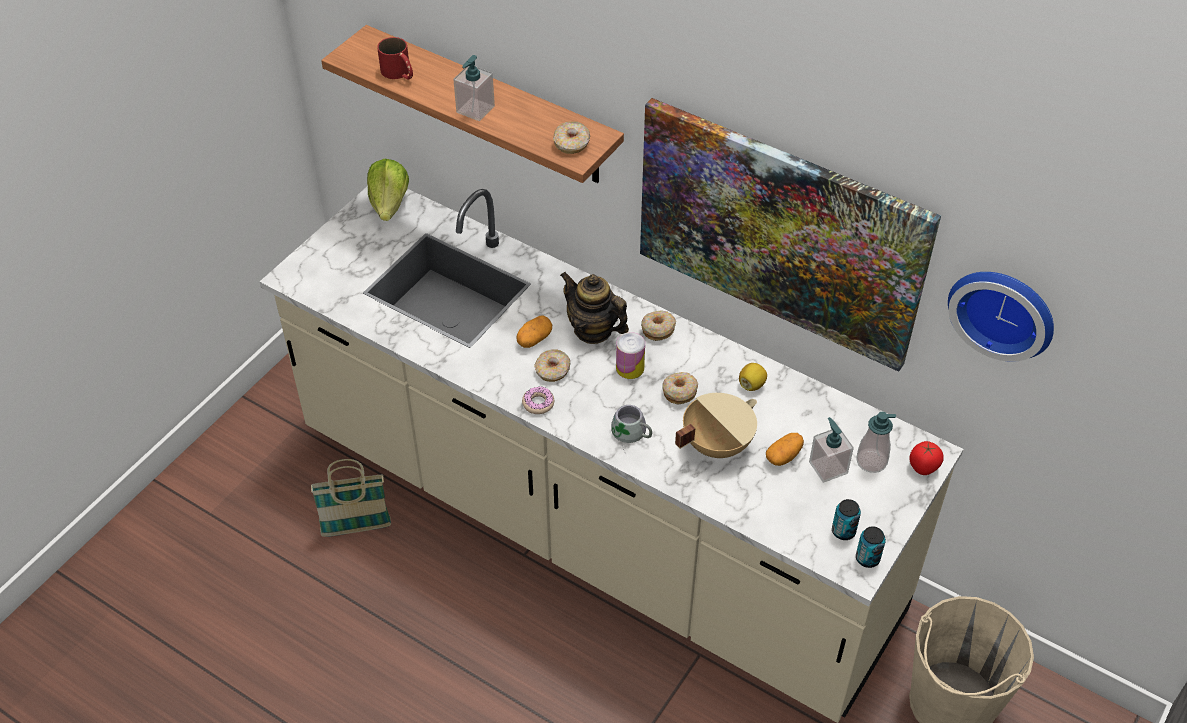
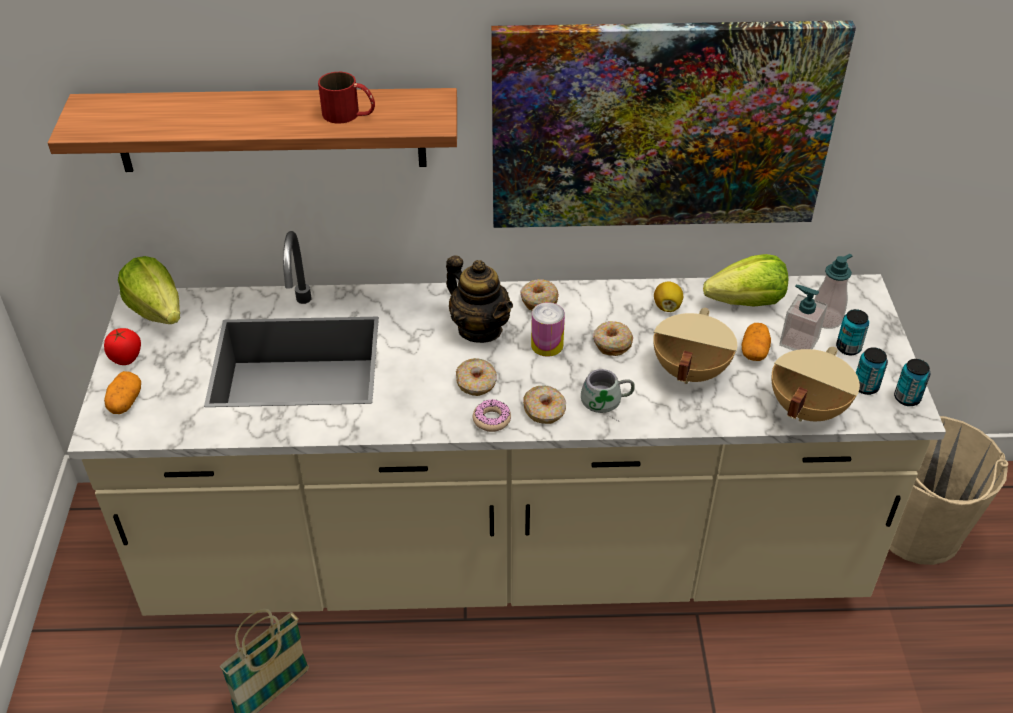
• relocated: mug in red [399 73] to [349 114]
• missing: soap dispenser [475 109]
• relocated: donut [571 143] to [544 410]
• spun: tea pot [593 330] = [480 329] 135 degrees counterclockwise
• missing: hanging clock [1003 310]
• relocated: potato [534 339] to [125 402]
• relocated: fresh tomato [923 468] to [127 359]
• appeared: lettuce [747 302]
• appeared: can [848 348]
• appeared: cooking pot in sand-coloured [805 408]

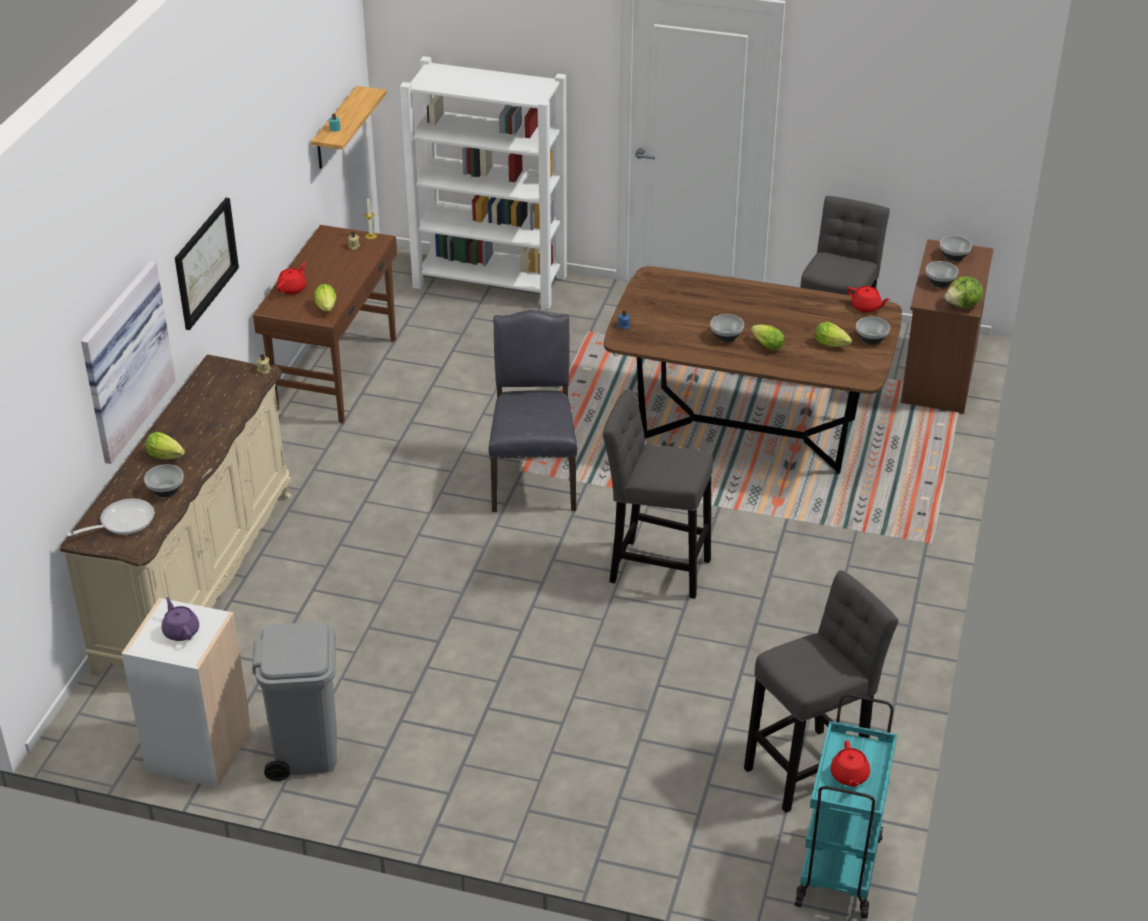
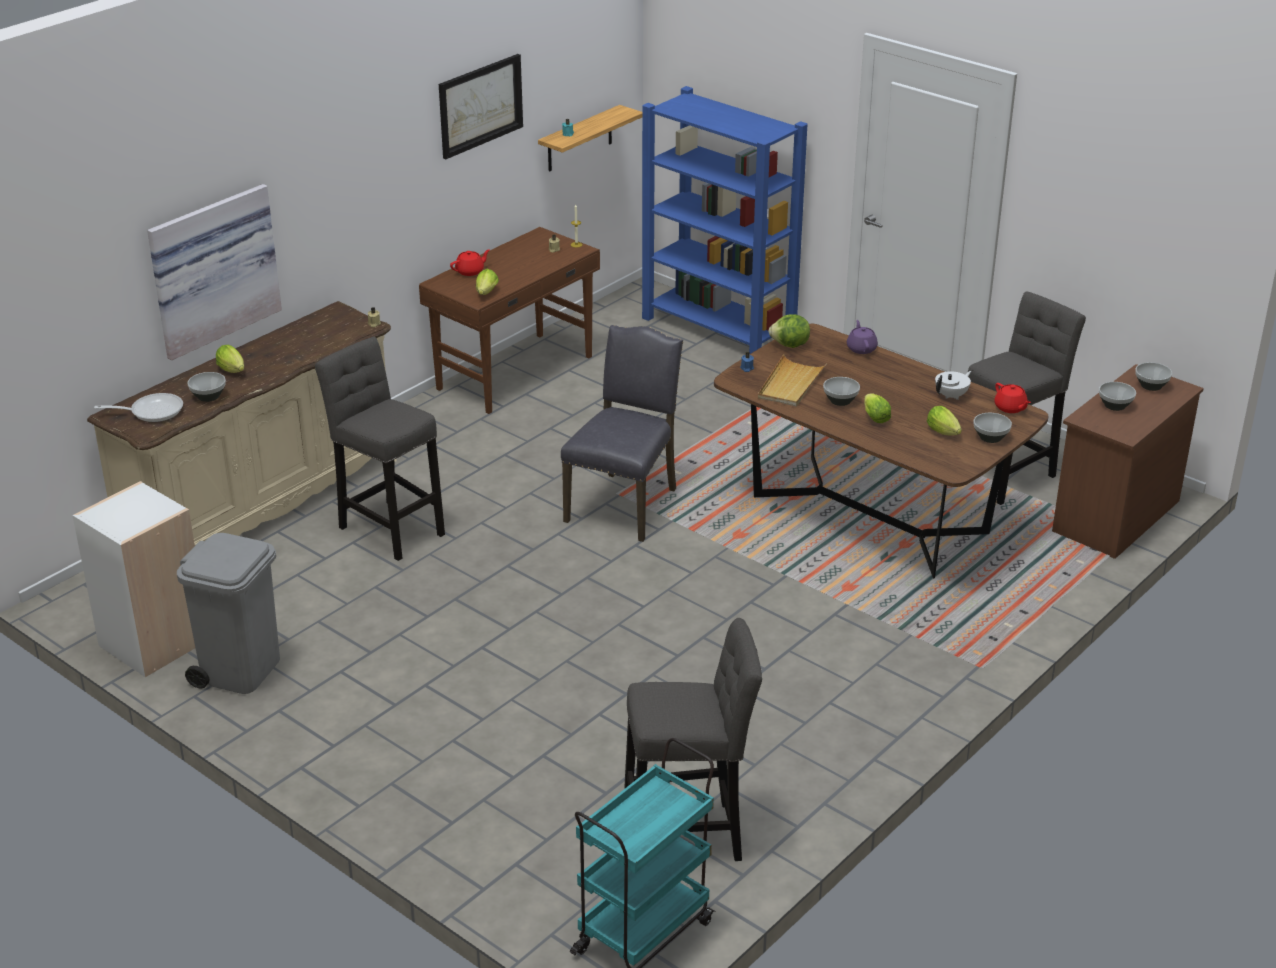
• colour: bookcase in white [490 281] to bookcase in blue [718 329]
• relocated: picture [205 262] to [480 105]
• relocated: lettuce [963 305] to [790 345]
• relocated: sitting stool in greyish [654 568] to [389 528]
• relocated: tea pot in purple [181 631] to [861 348]
• missing: tea pot in red [849 776]
• appeared: tray in sand-coloured [790 384]
• appeared: tea pot in white [951 396]

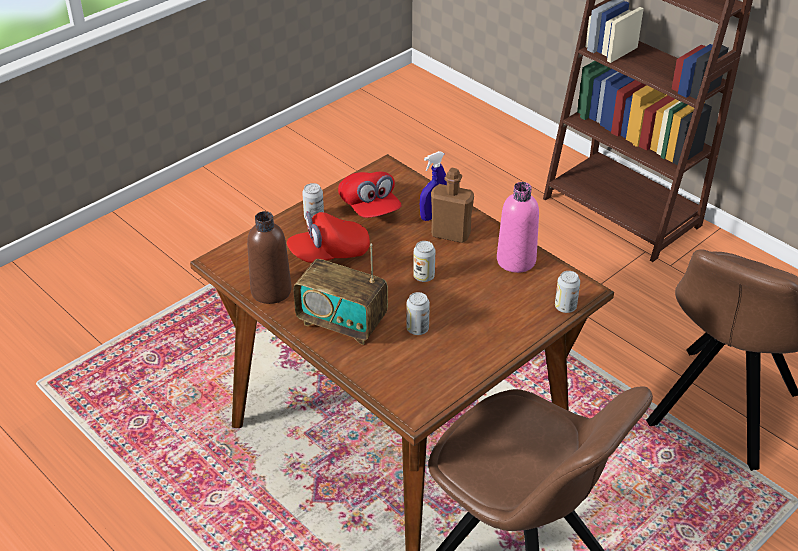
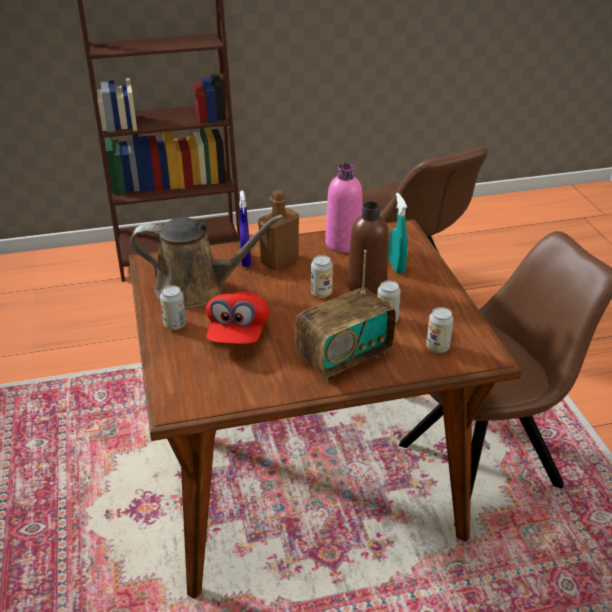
• exchanged: cap in red [369 208] to watering can in brownish [197 288]
• relocated: drink bottle in brownish [271 291] to [366 286]
• relocated: can [565 307] to [437 347]
• appeared: sprayer in turquoise [396 266]

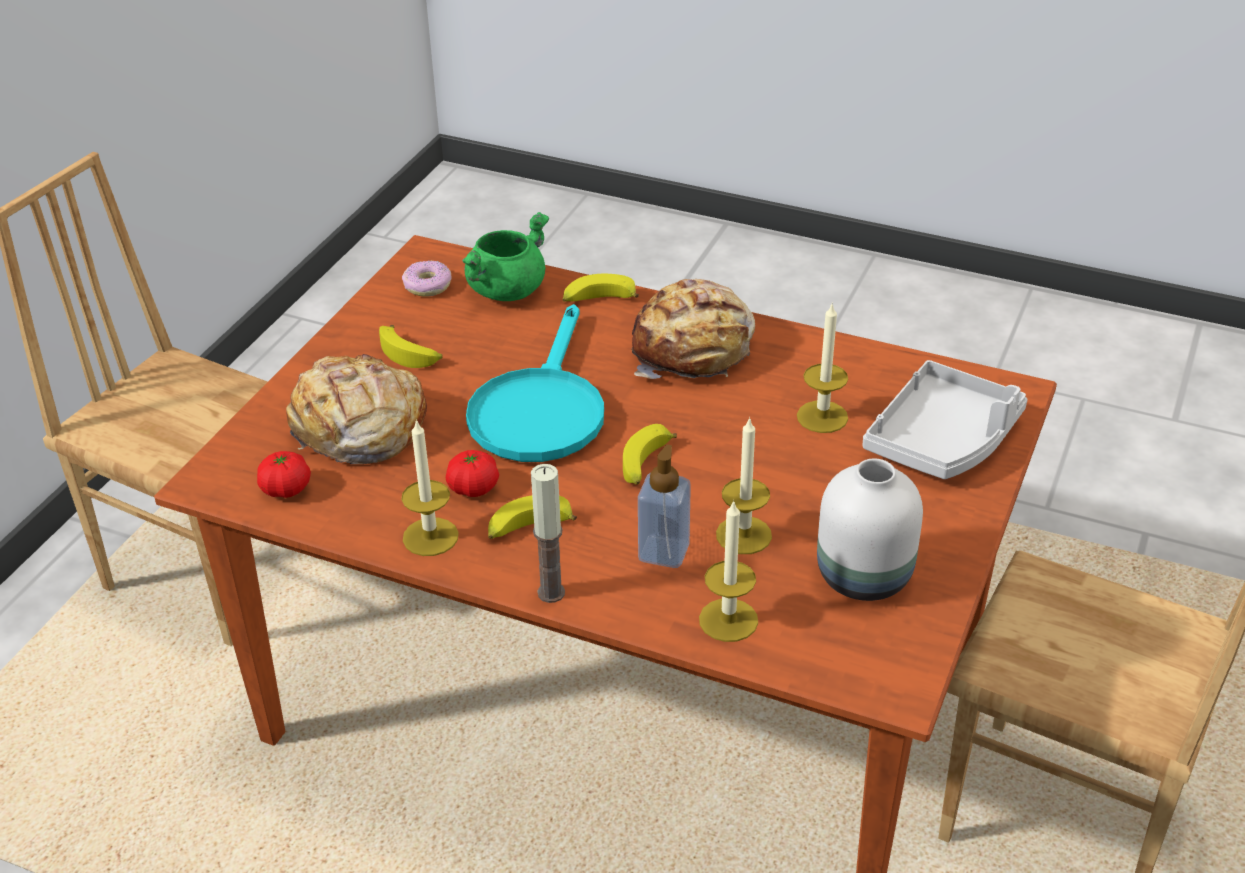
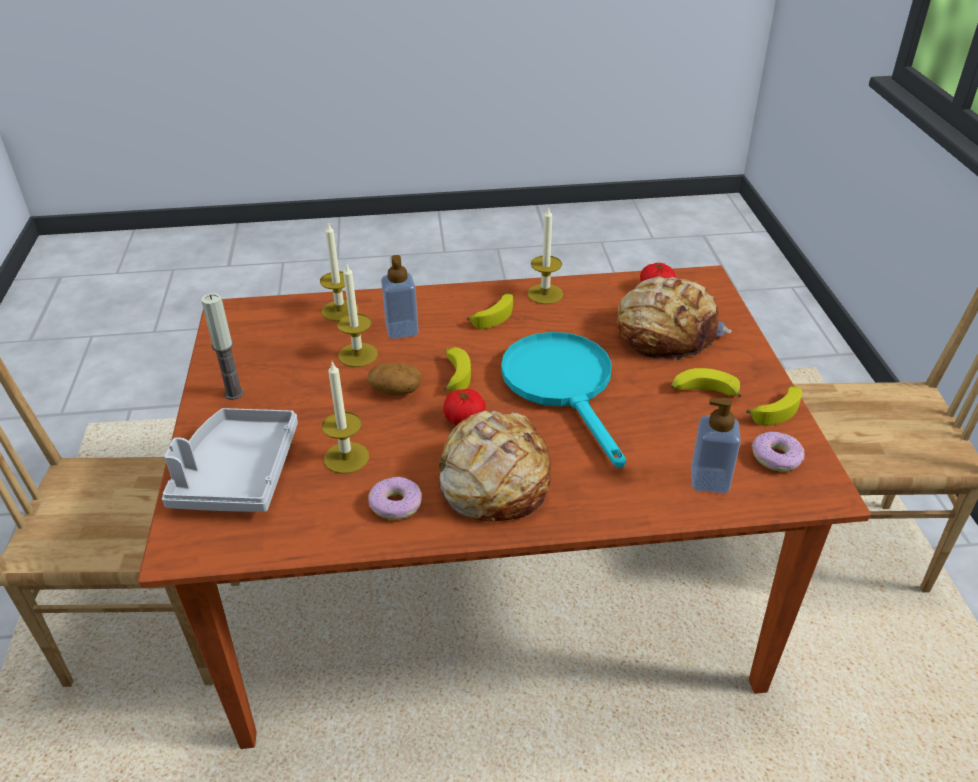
• exchanged: cooking pot in green-coloured [506 289] to soap dispenser [709 480]
• relocated: whole banana [598 300] to [776 410]
• relocated: fresh tomato [473 488] to [464 419]
• missing: vase in white [863 574]
• relocated: wax candle [551 592] to [234 393]
• appeared: potato [395 390]
• appeared: donut [396 504]

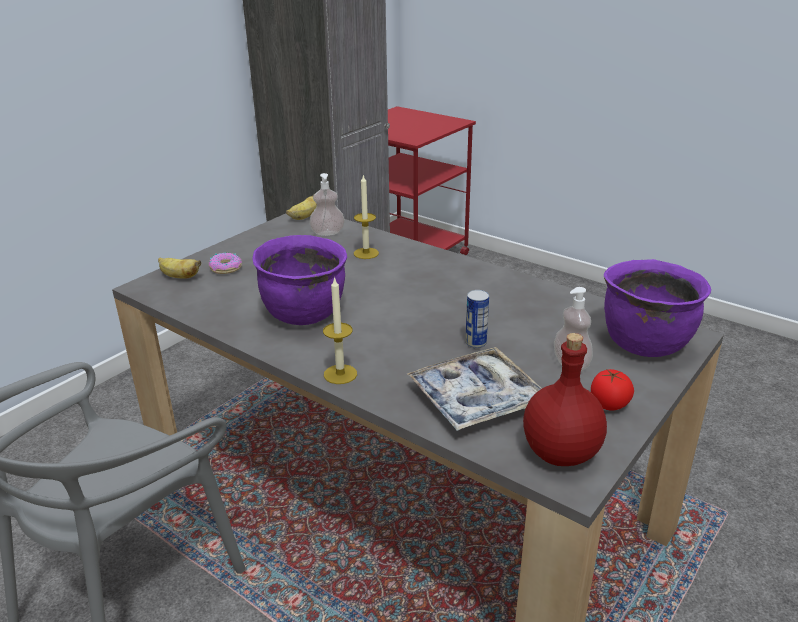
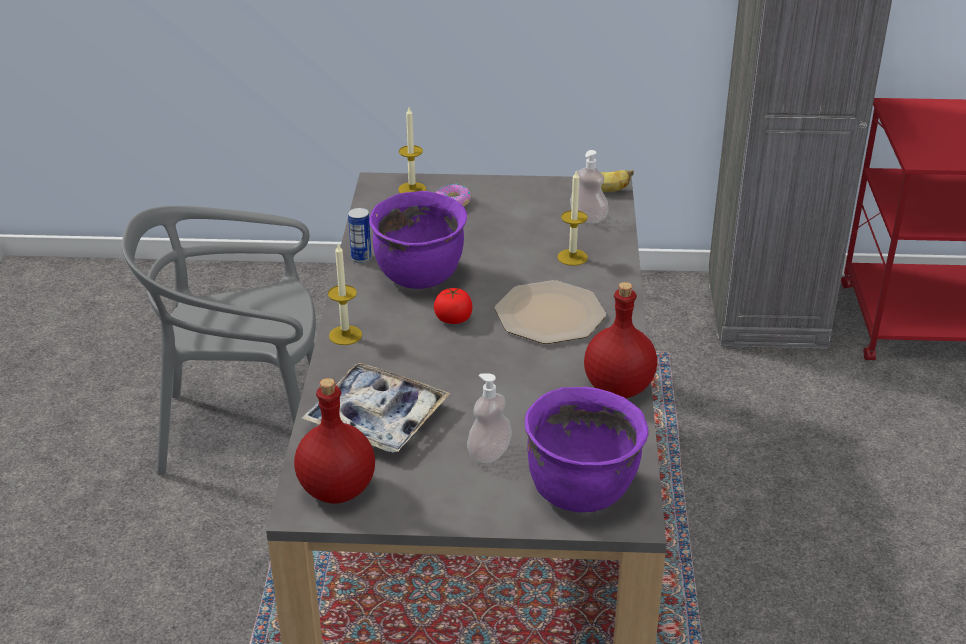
• exchanged: whole banana [179 277] to wax candle [412 189]
• relocated: can [475 343] to [361 258]
• relocated: fresh tomato [609 404] to [453 319]
• appeared: flat dish [550 314]
• appeared: drink bottle in red [618 387]

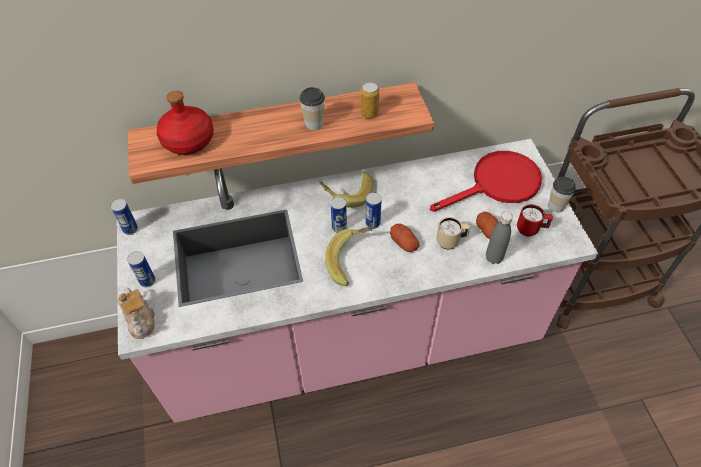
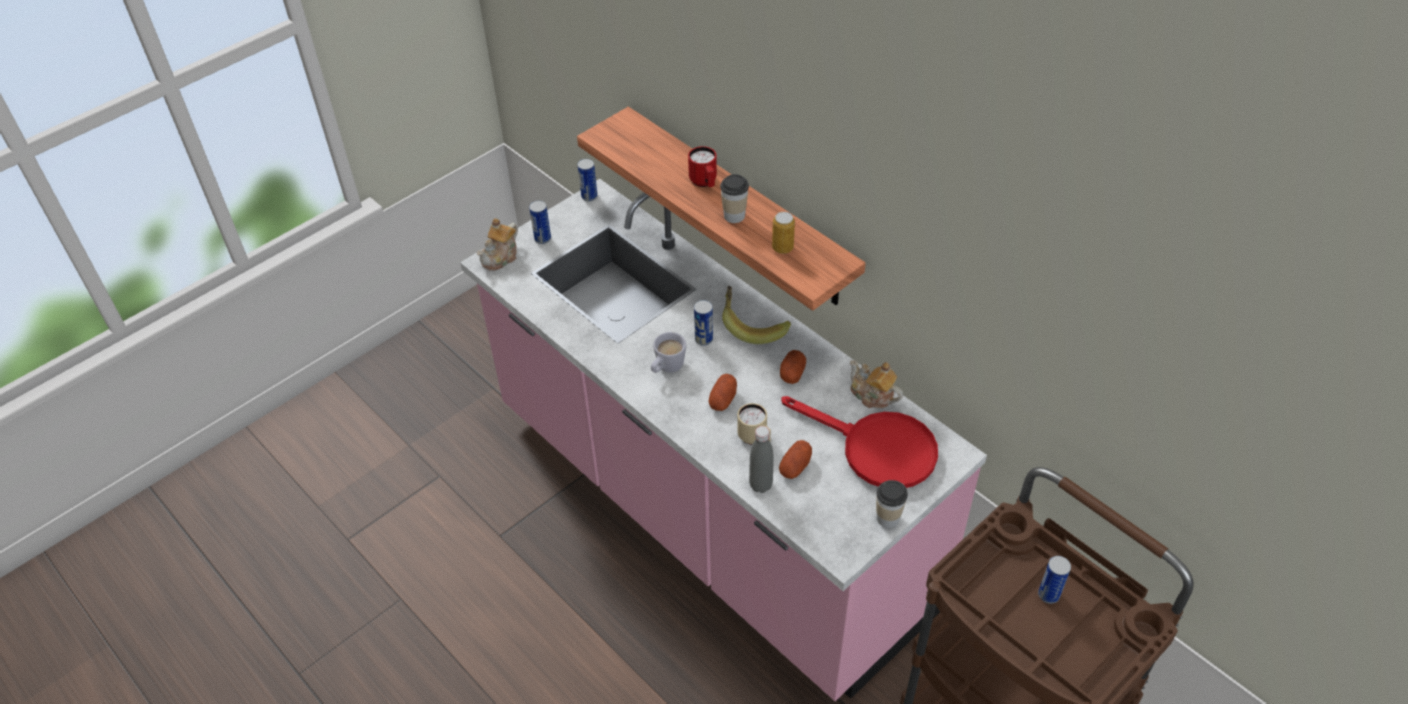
• missing: drink bottle in red [188 140]
• relocated: can [373 223] to [1048 595]
• relocated: mug in red [531 230] to [704 183]
• exchanged: whole banana [351 262] to mug in white [667 368]
• appeared: potato [792 373]
• appeared: tea pot [872 395]

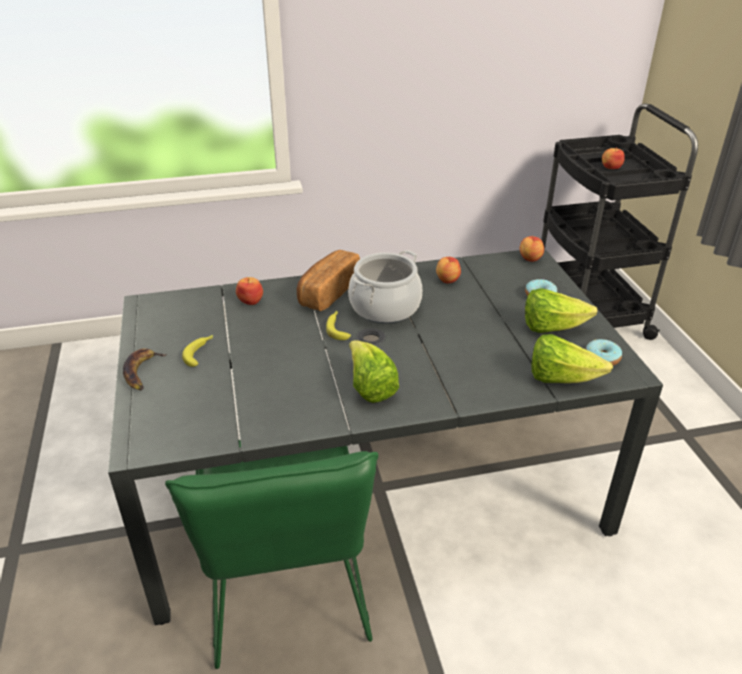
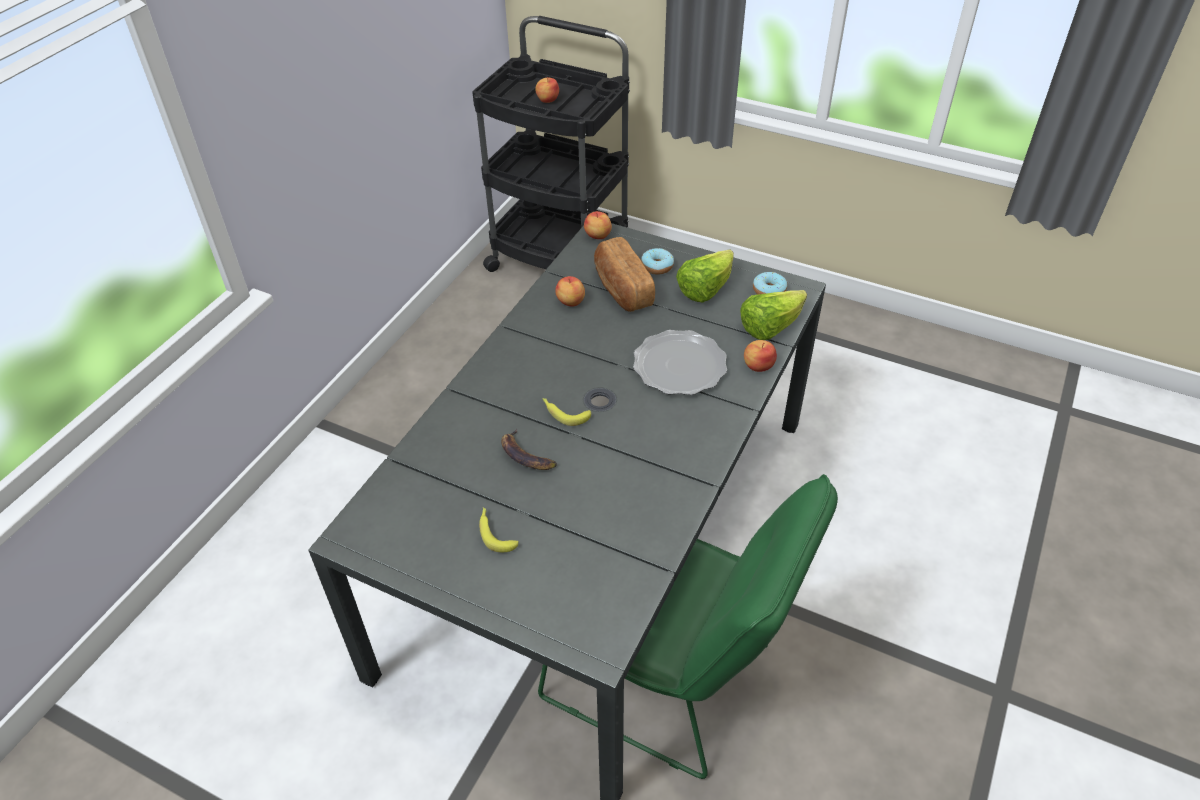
• relocated: bread [328 292] to [622 288]
• missing: cooking pot [384 307]
• relocated: apple fruit [251 300] to [758 365]
• missing: lettuce [370 387]
• relocated: whole banana [142 372] to [525 455]
• appeared: flat dish [679 366]

